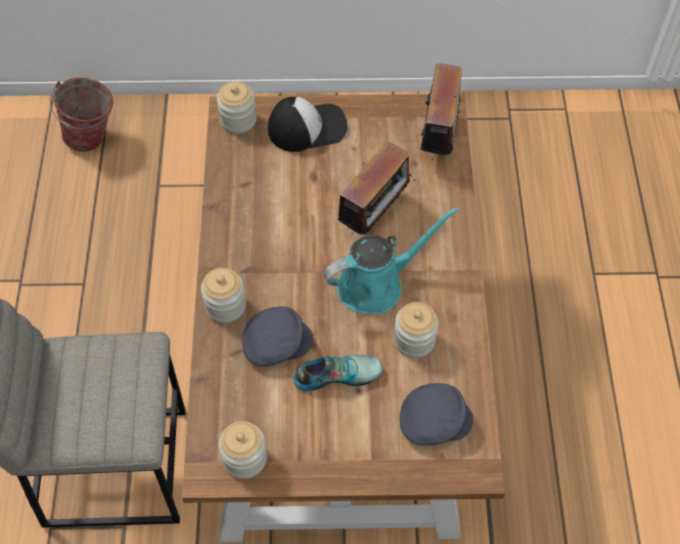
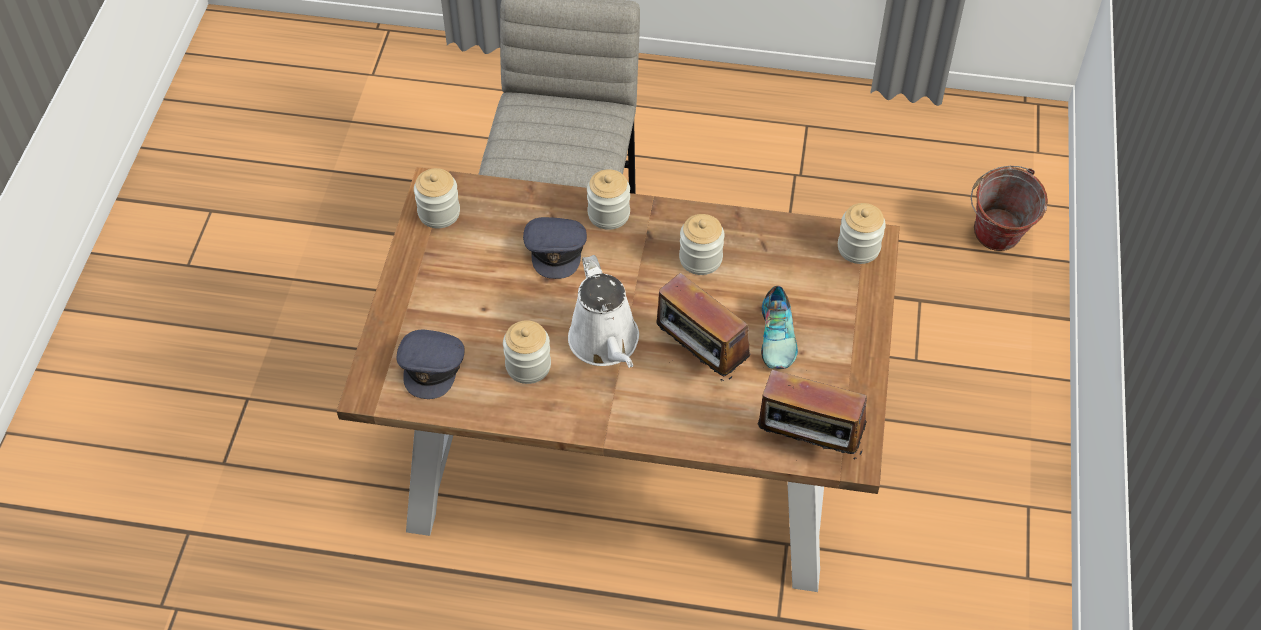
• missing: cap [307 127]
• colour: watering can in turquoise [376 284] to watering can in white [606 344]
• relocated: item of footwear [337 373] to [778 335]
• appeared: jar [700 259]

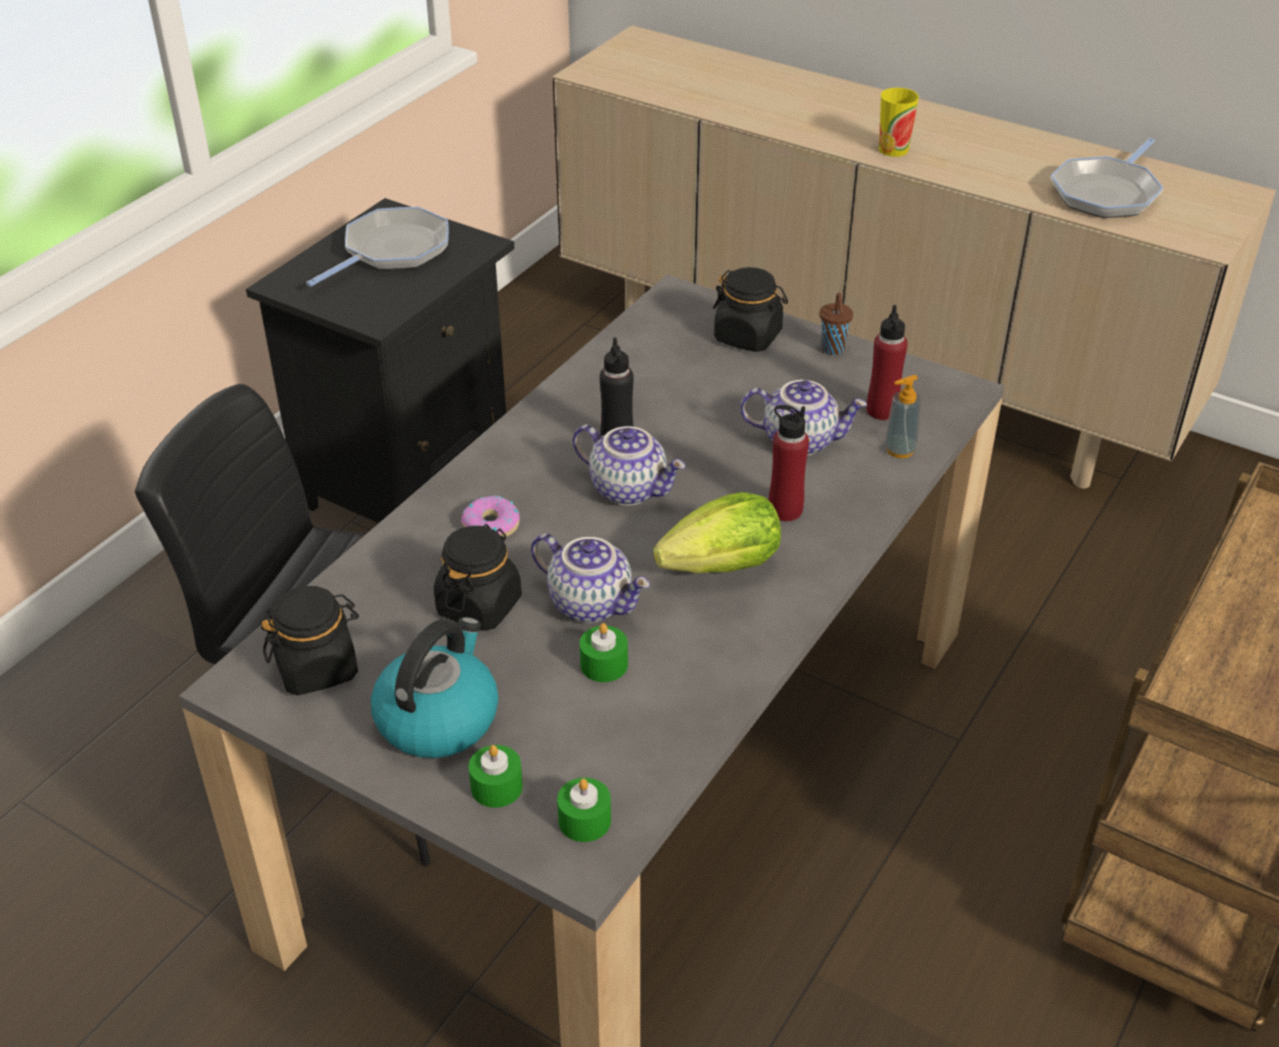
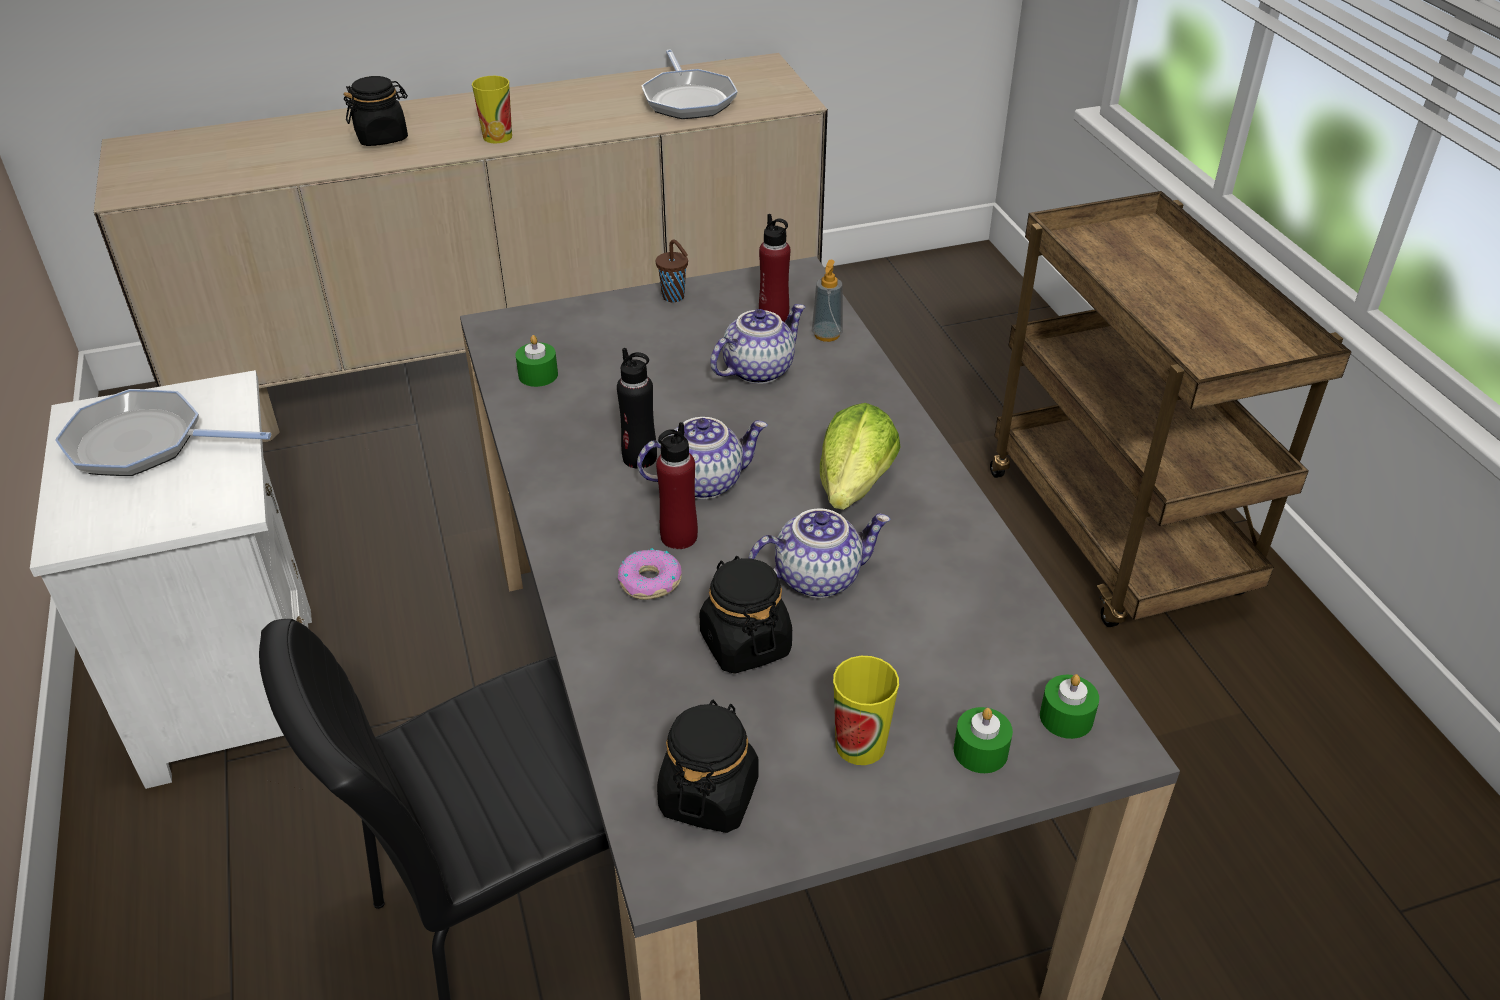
• colour: bedside table in black [411 483] to bedside table in white [240 689]
• spun: pan [392 251] = [144 443] 75 degrees counterclockwise
• relocated: jar in black [748 336] to [382 137]
• relocated: drink bottle in red [785 510] to [678 537]
• exchanged: tea kettle [438 718] to drinking cup [860 745]
• relocated: wax candle in green-coloured [604 664] to [538 375]

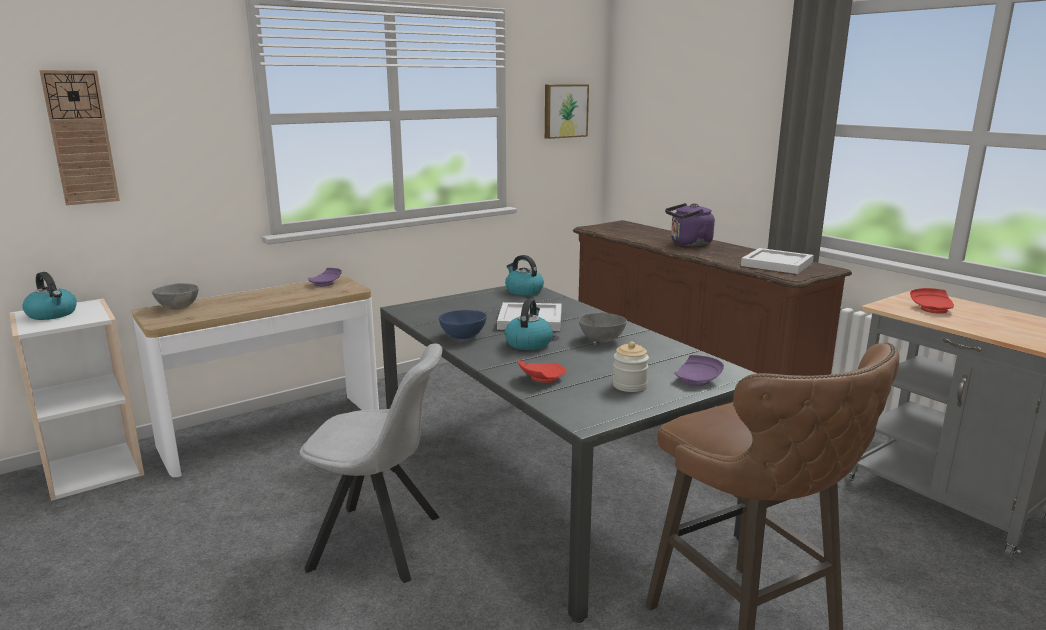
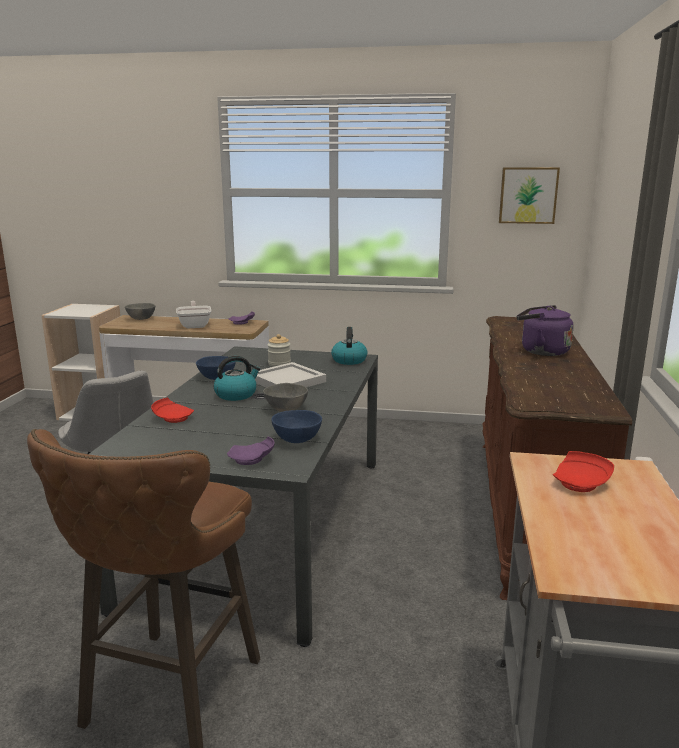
• missing: hanging clock [81 138]
• missing: tray in white [775 264]
• missing: tea kettle [53 314]
• relocated: jar [629 385] to [279 364]
• appeared: pan [195 325]
• appeared: deep dish in blue [296 440]

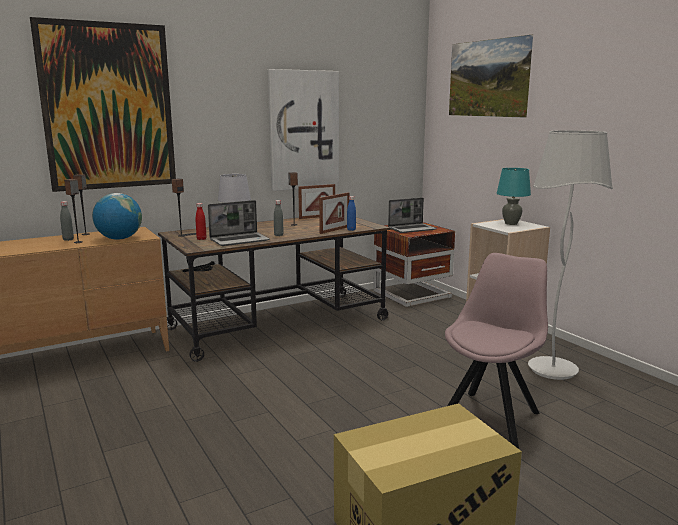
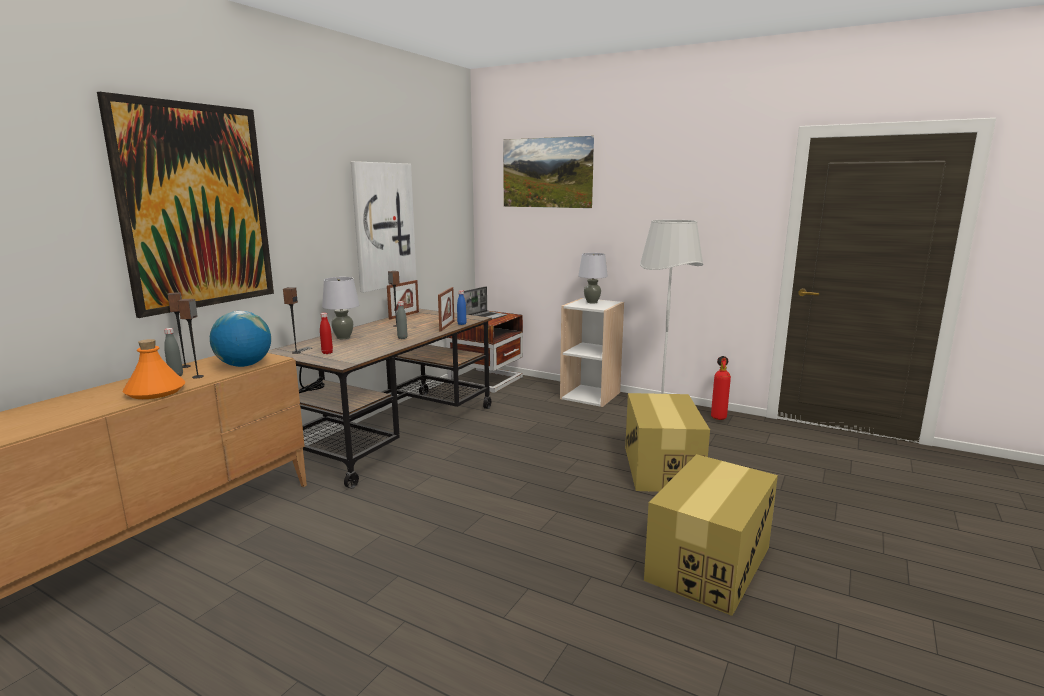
• colour: table lamp in turquoise [511 223] to table lamp in greyish [592 302]
• missing: laptop [240 240]
• exchanged: upright chair in pink [490 419] to carton [661 468]
• appeared: drink bottle in orange [155 392]
• appeared: fire-fighting cylinder [718 417]

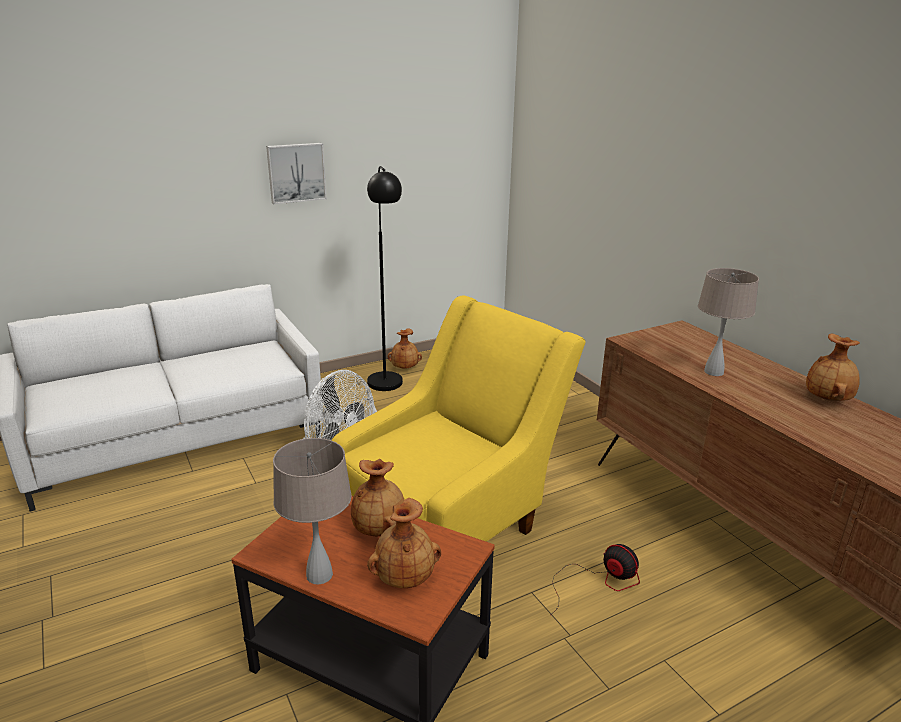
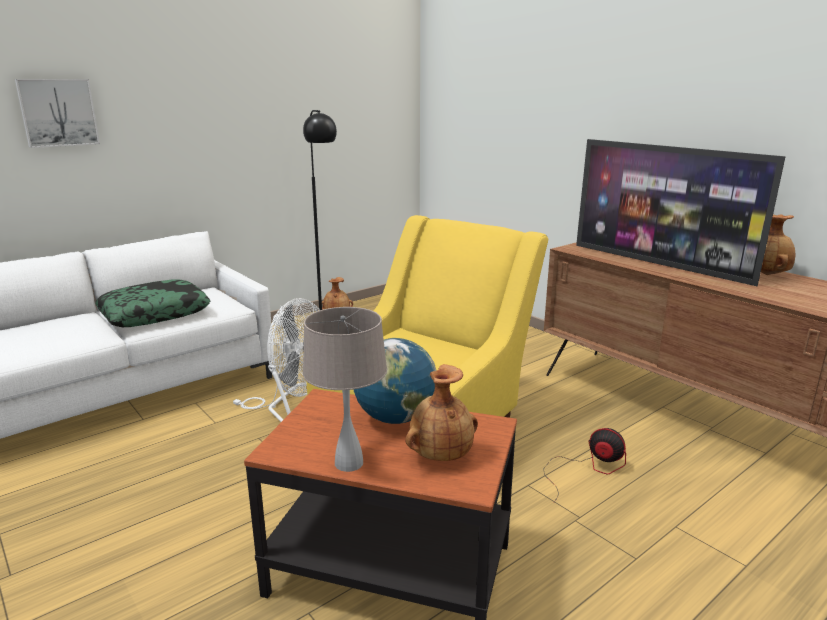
• relocated: picture [296 172] to [58 112]
• exchanged: table lamp in sand-coloured [714 372] to television [659 264]
• exchanged: vase in brownish [380 529] to desk globe [395 418]
• appeared: throw pillow [155 313]

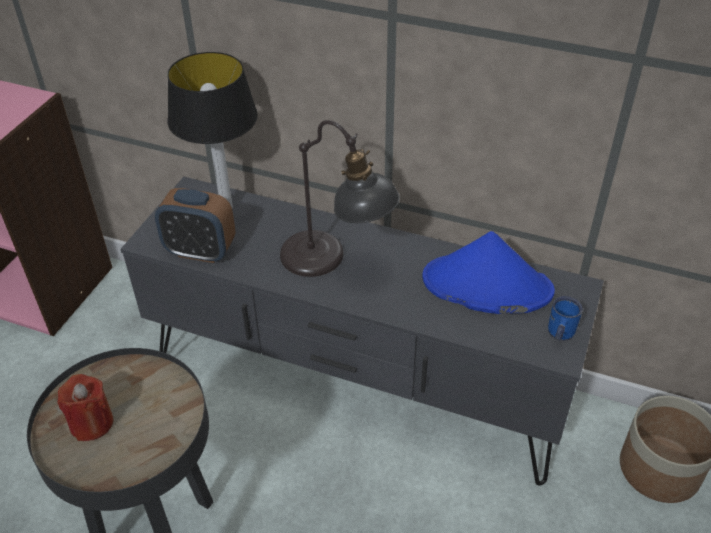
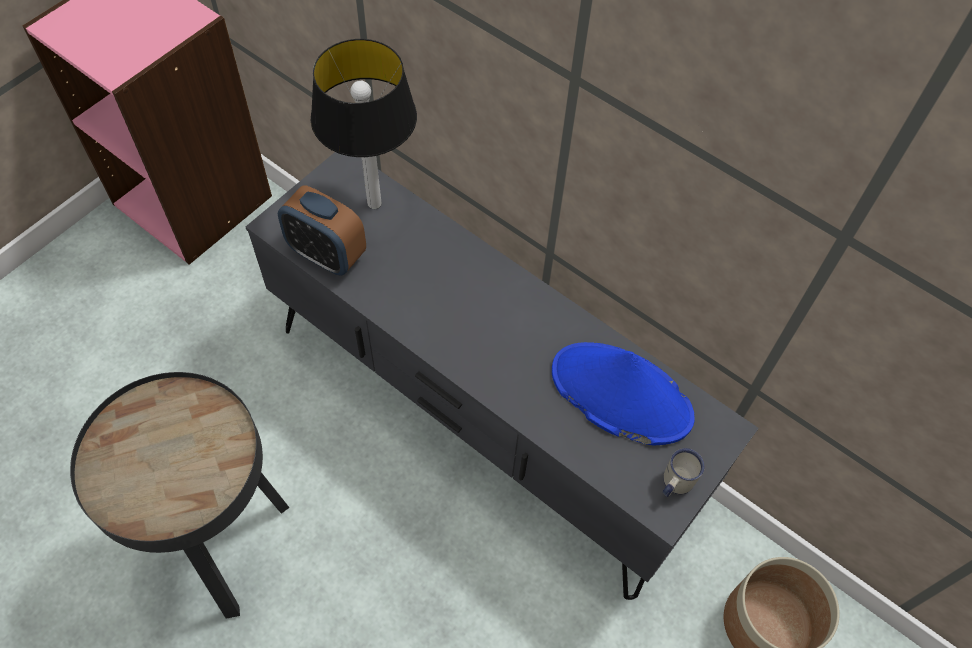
• missing: table lamp in greyish [337 263]
• colour: mug in blue [559 335] to mug in white [674 484]
• missing: wax candle in red [91 423]

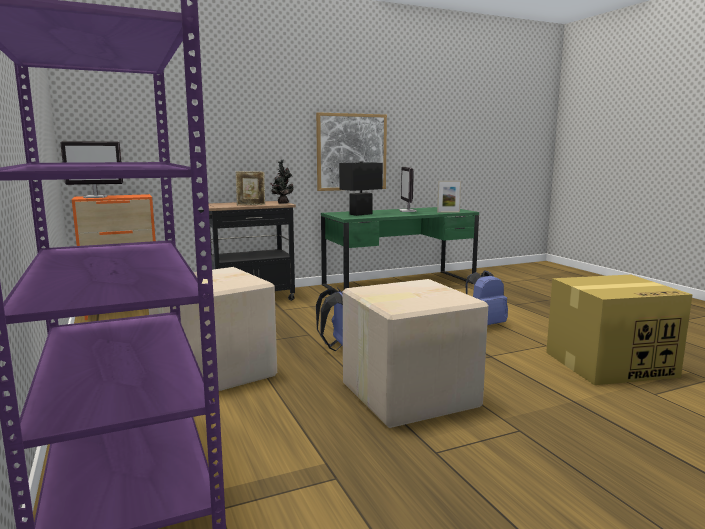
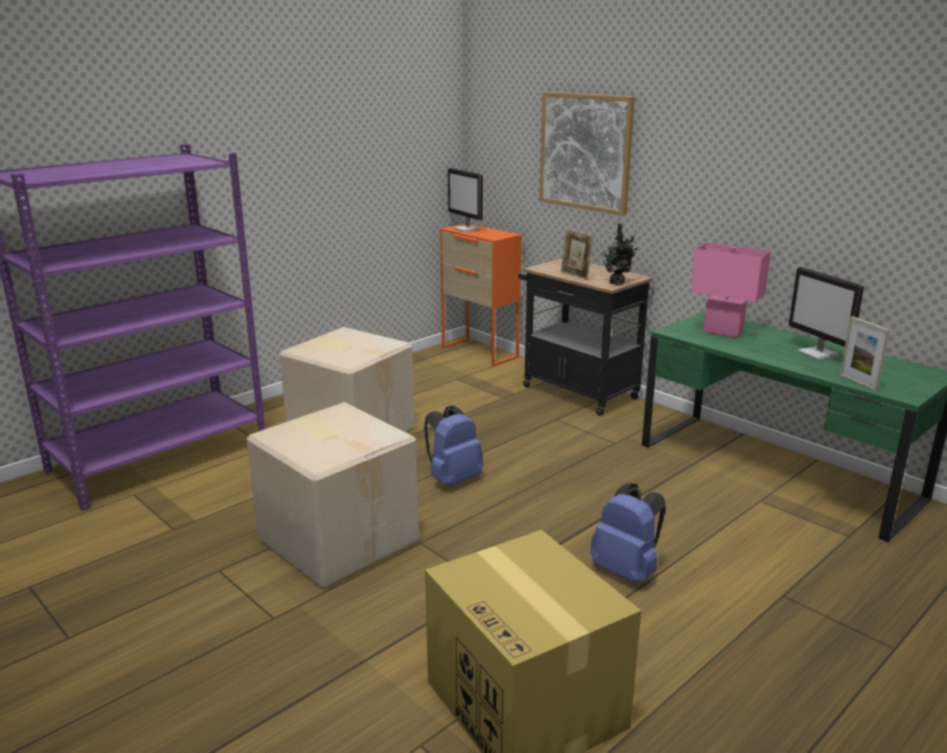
• relocated: picture [351 152] to [585 152]
• colour: table lamp in black [361 214] to table lamp in pink [722 332]
• spun: computer display [408 211] = [818 354] 90 degrees counterclockwise

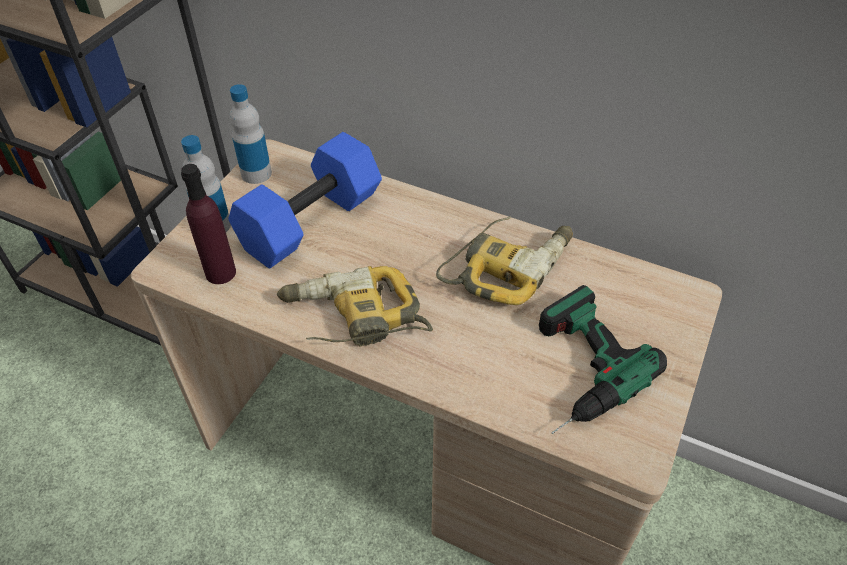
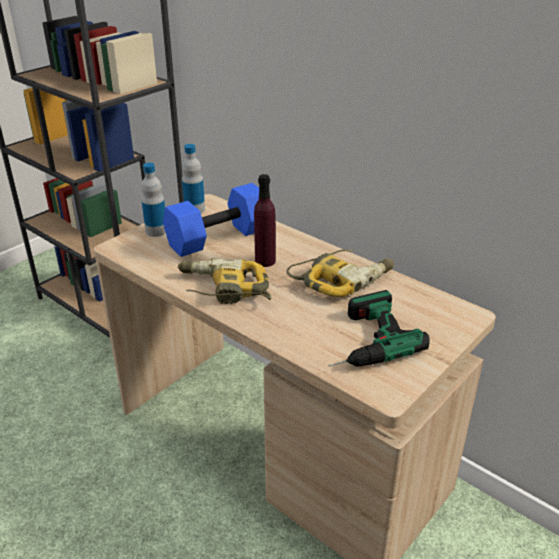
• relocated: drink bottle in purple [220 272] to [265 261]

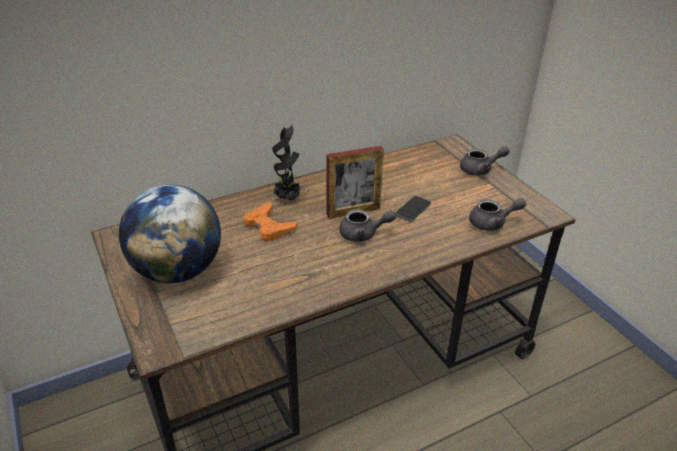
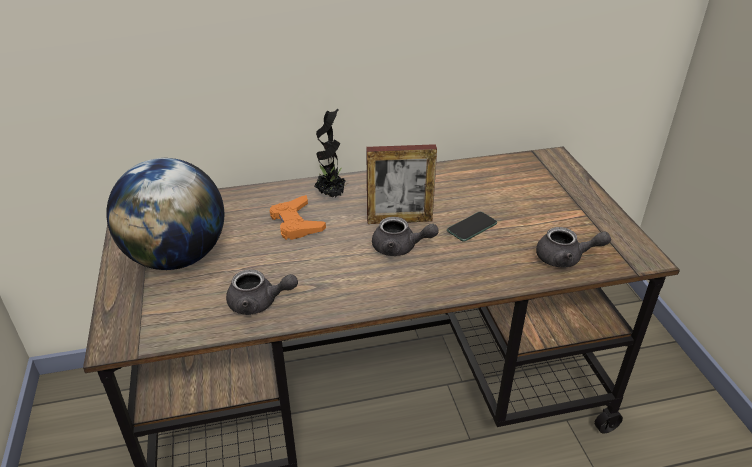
• relocated: tea pot in greyish [480 170] to [259 303]

